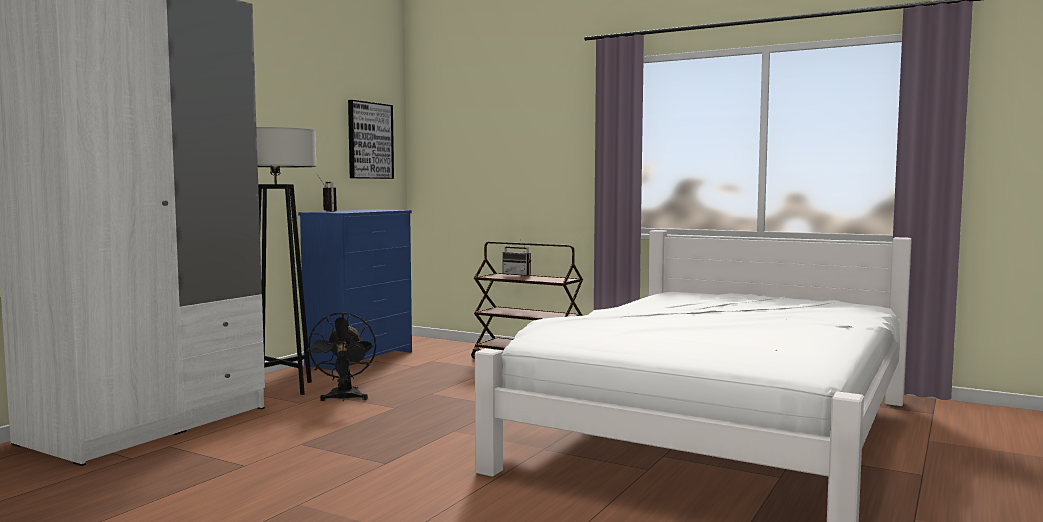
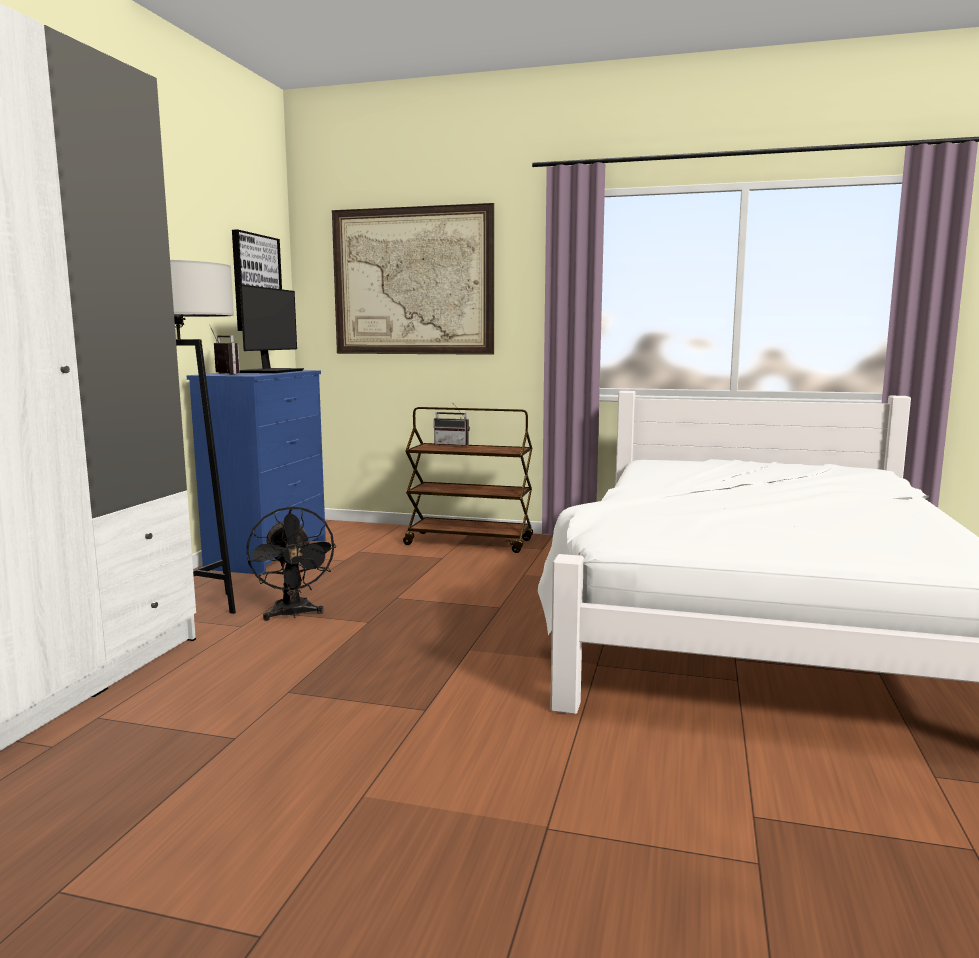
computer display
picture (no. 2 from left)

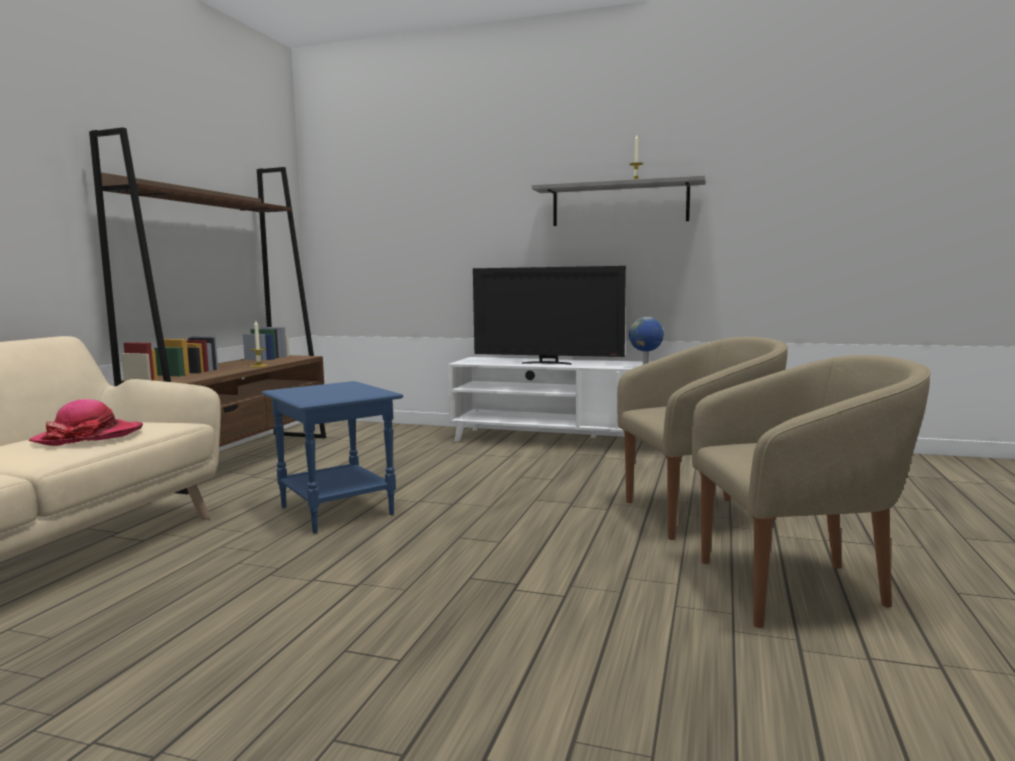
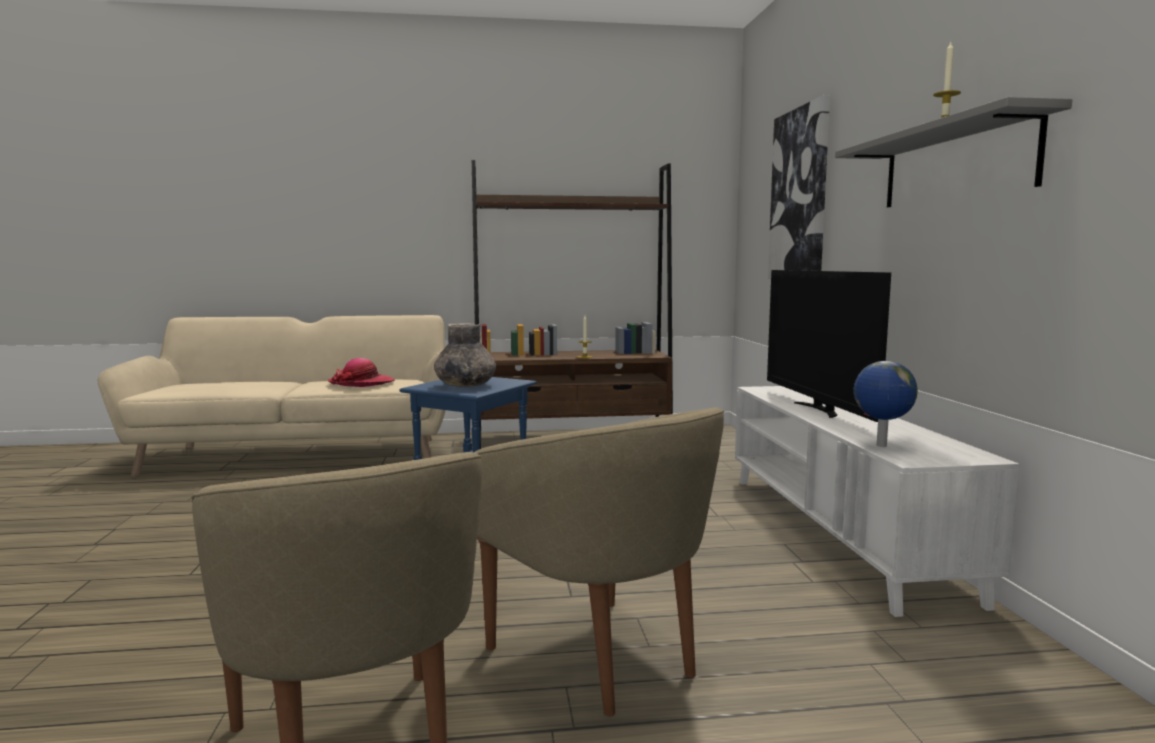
vase (grey)
picture

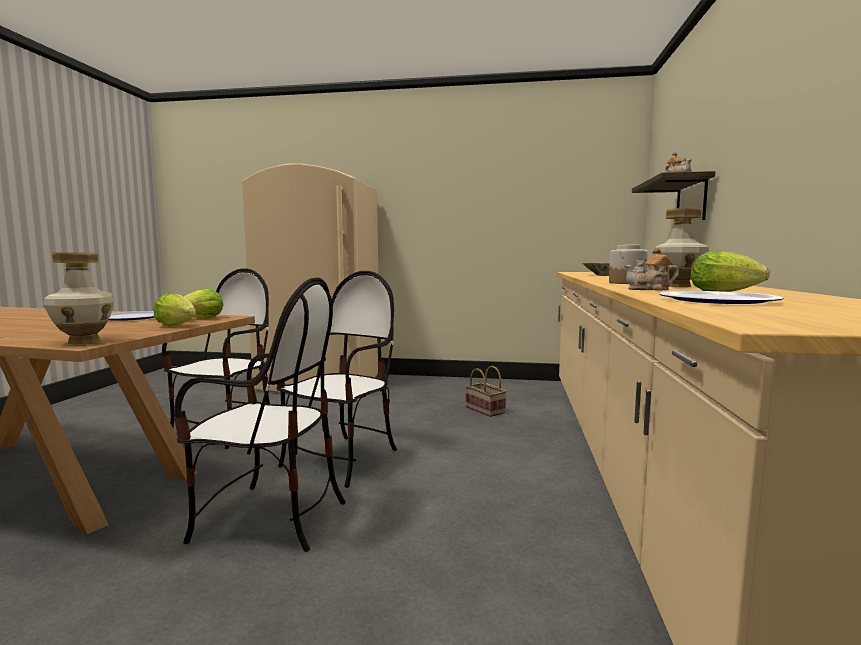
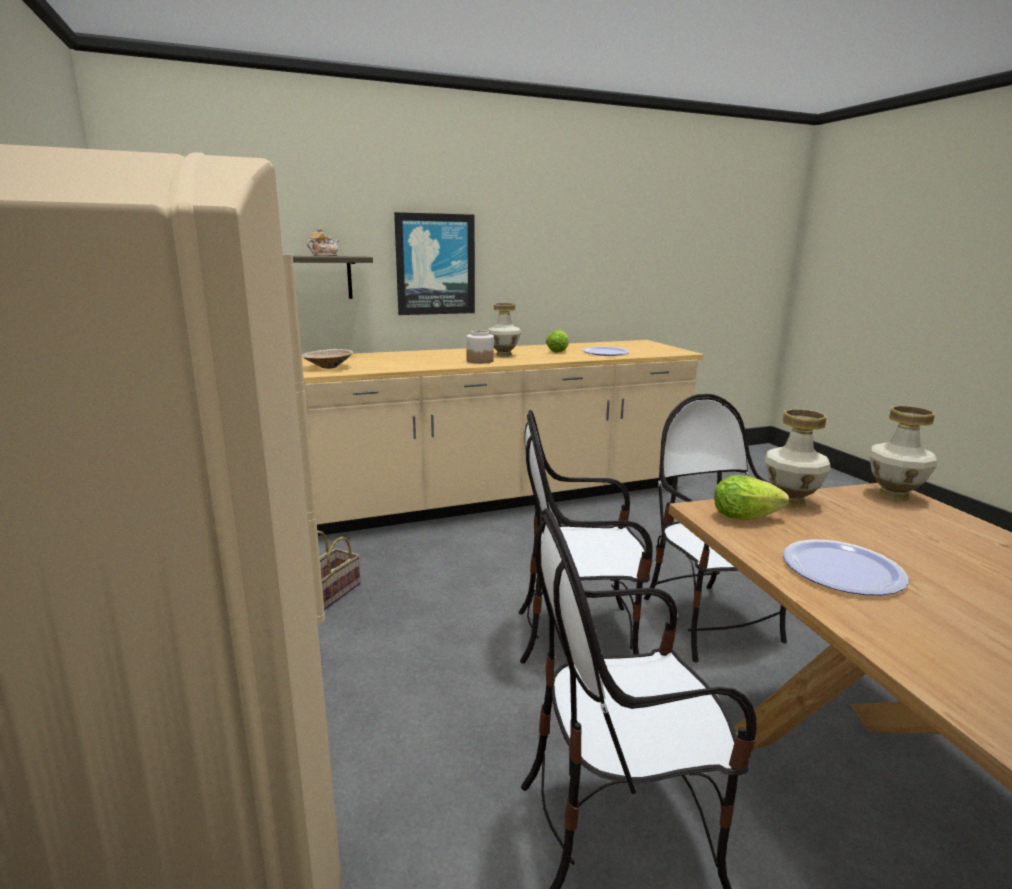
picture
vase (no. 2 from left)
tea pot (no. 1 from left in the first image)

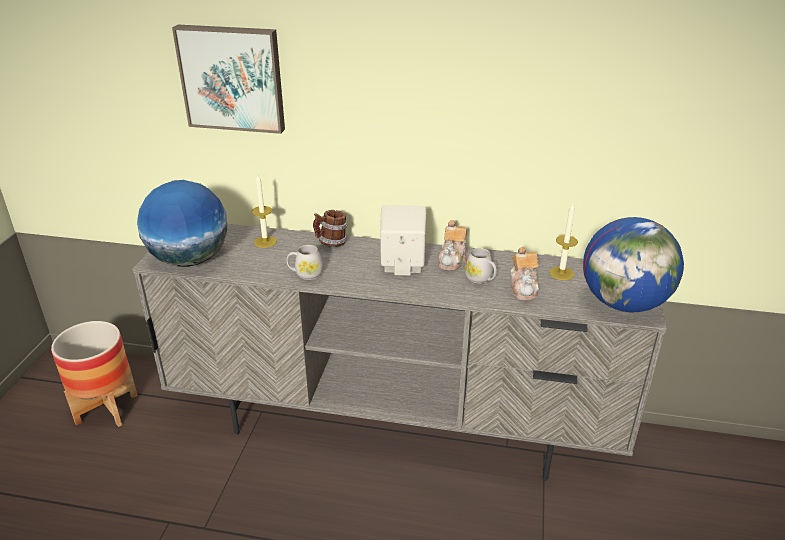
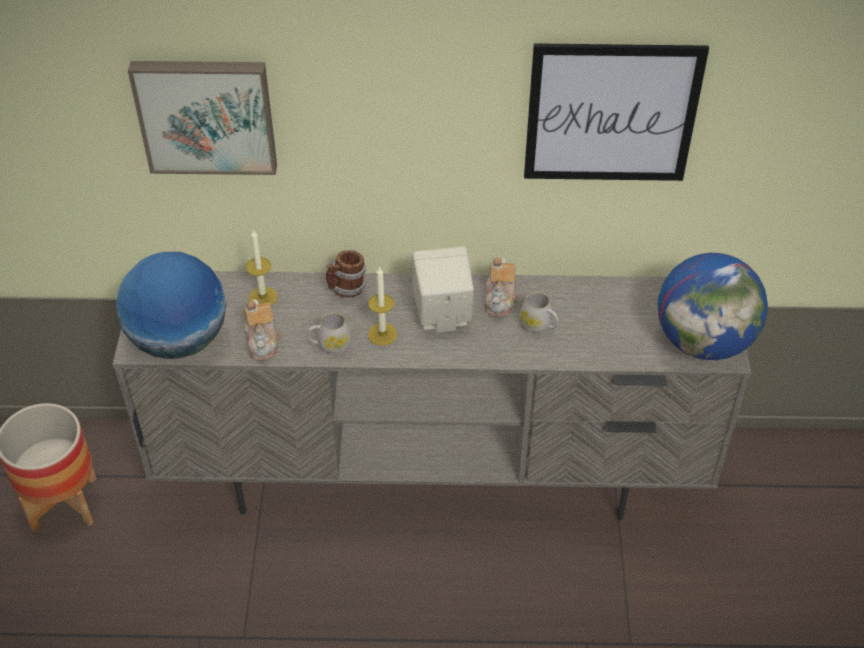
tea pot (no. 1 from left)
wax candle (no. 2 from left)
picture (no. 2 from left)

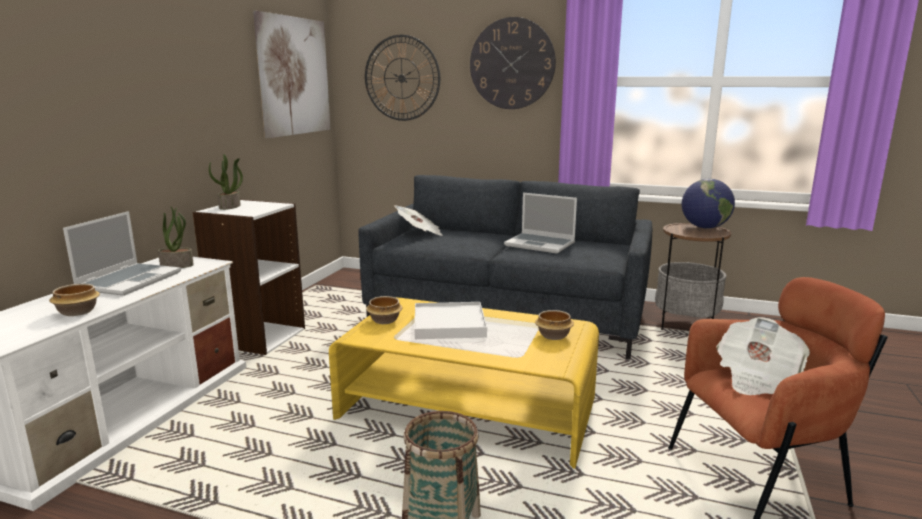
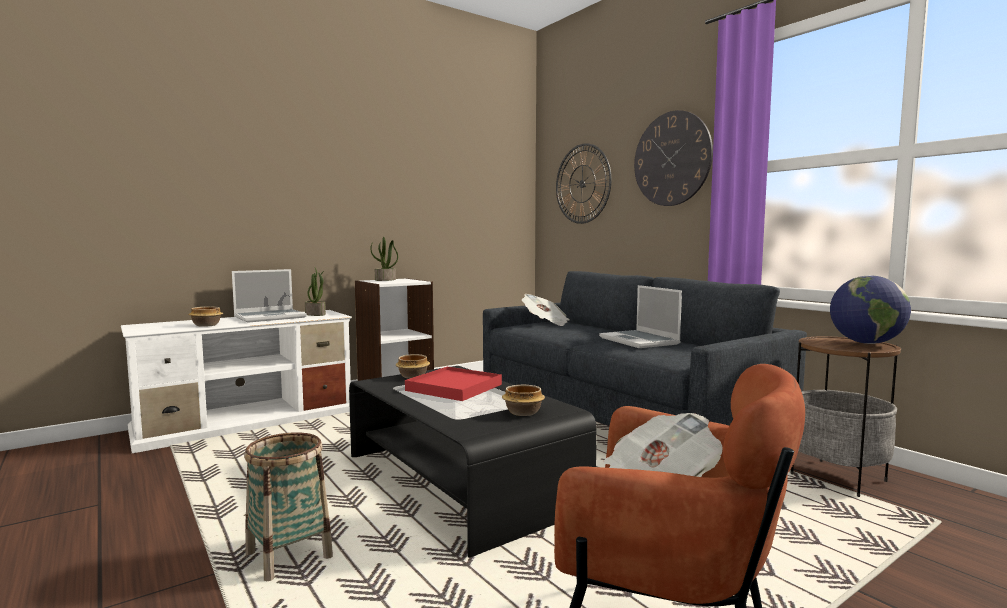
coffee table (blackish)
tray (red-coloured)
picture

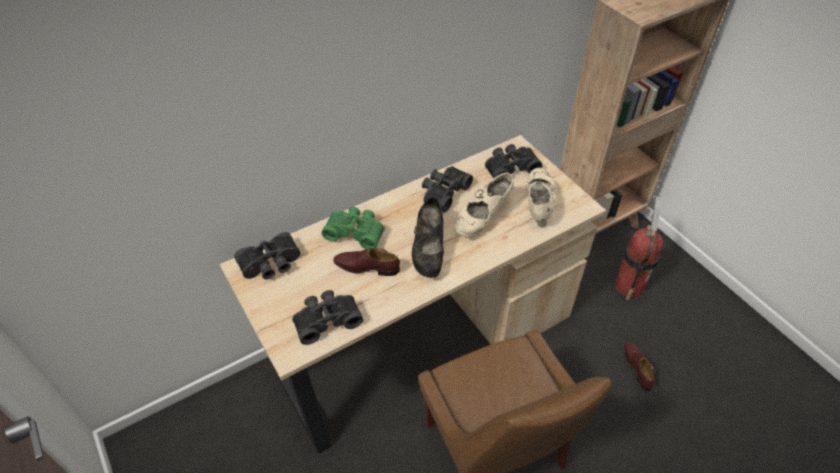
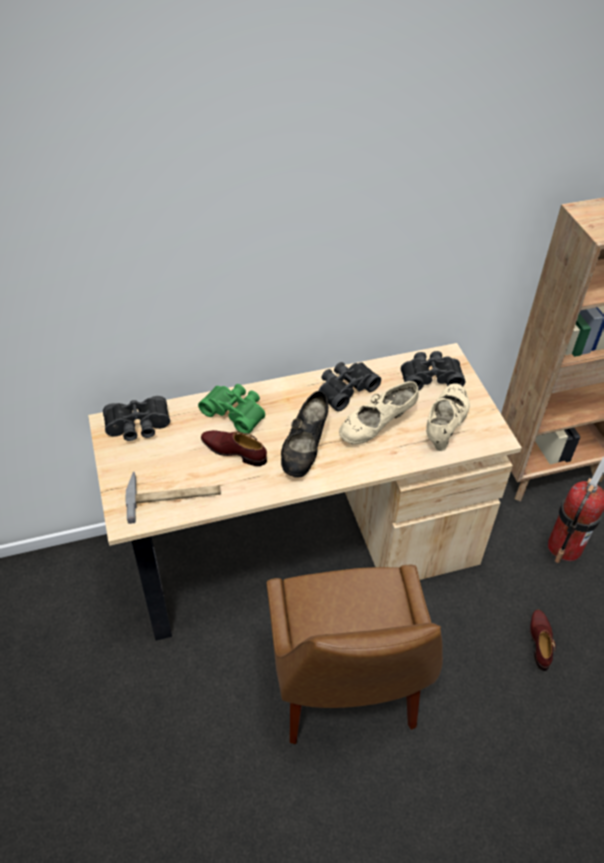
tool hammer

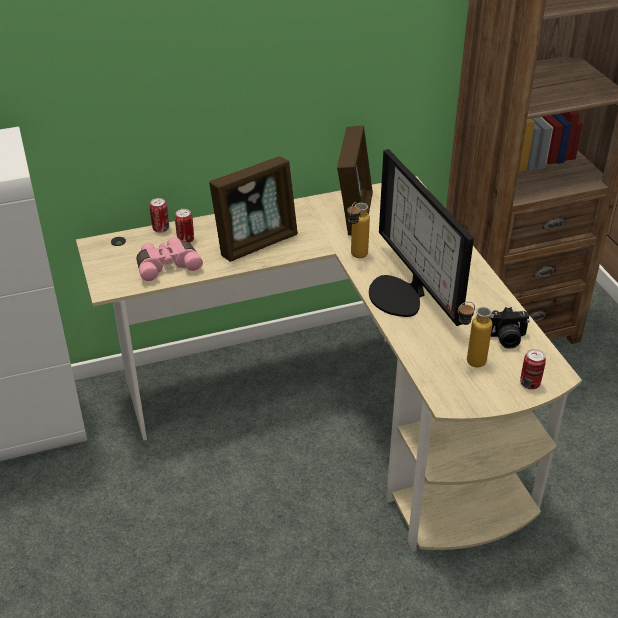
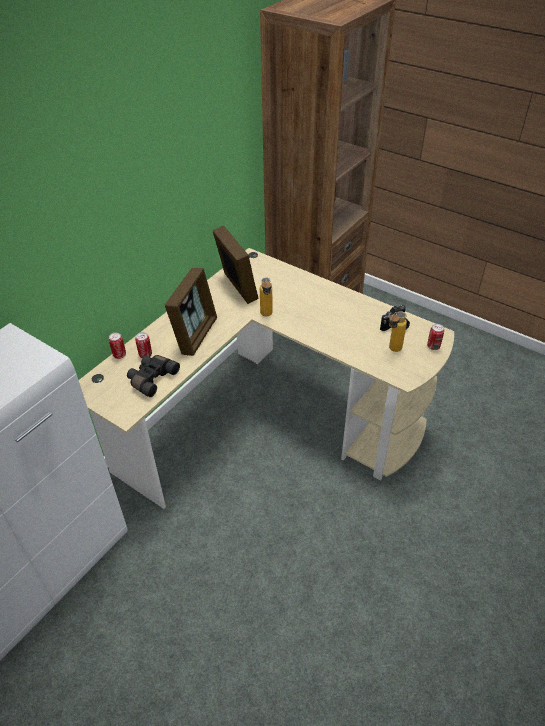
field glasses (blackish)
computer display

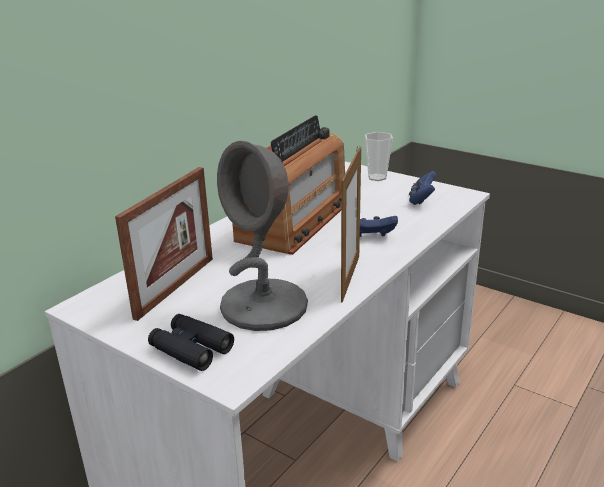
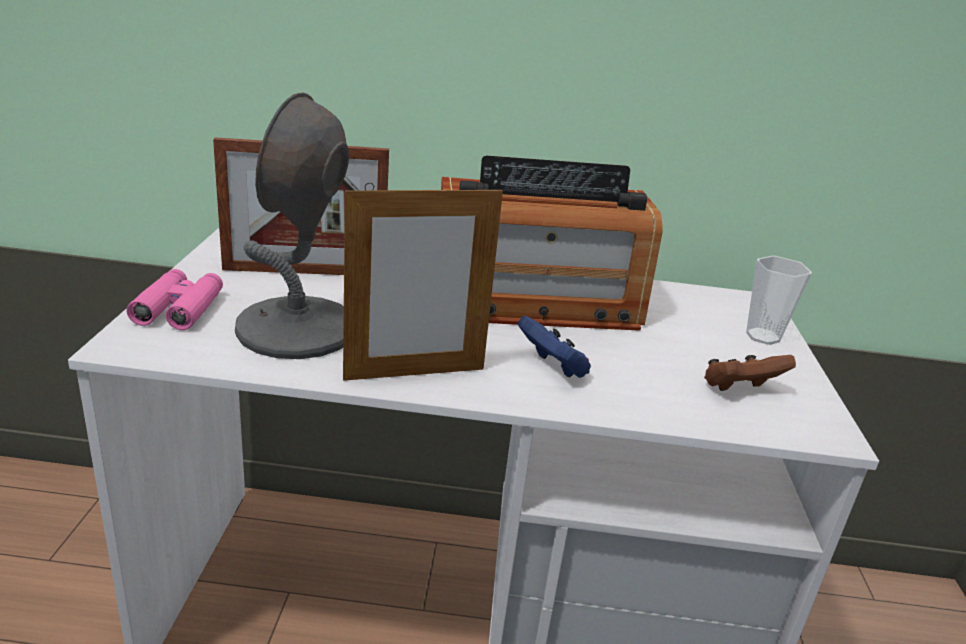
field glasses (pink-coloured)
gamepad (brown-coloured)

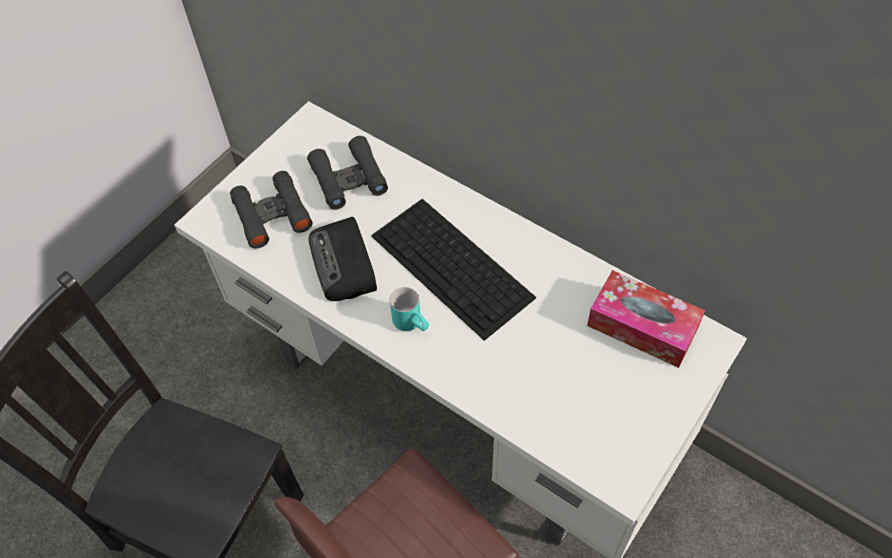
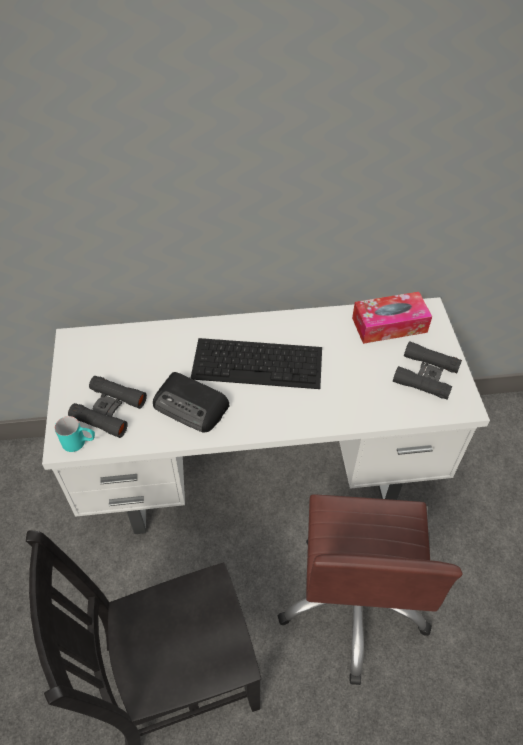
coffee mug (turquoise-coloured)
field glasses (blackish) (no. 2 from left)

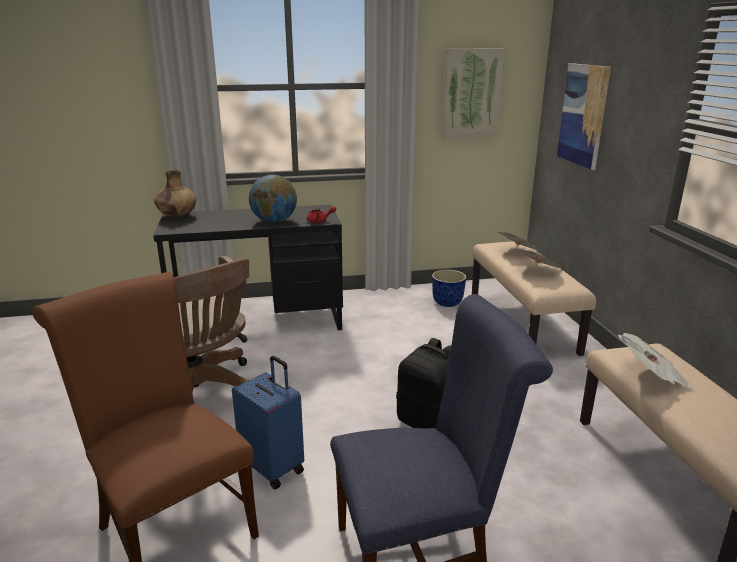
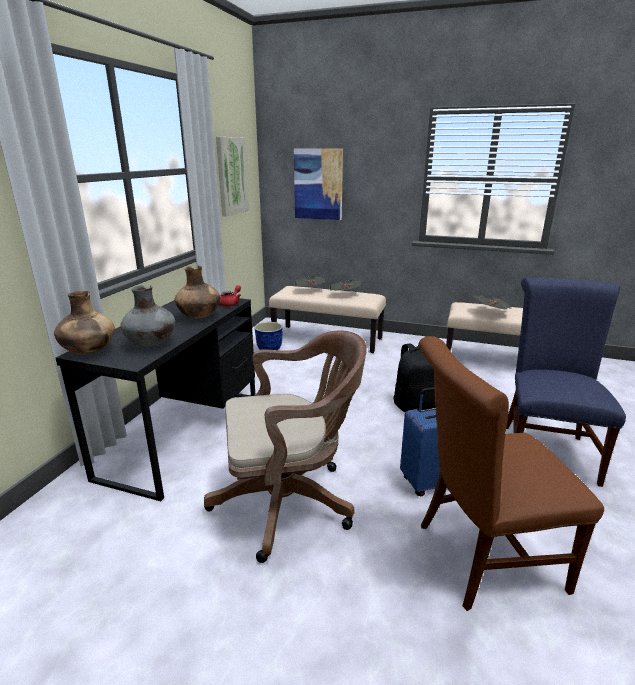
vase (grey)
vase (brown-coloured) (no. 2 from left)

